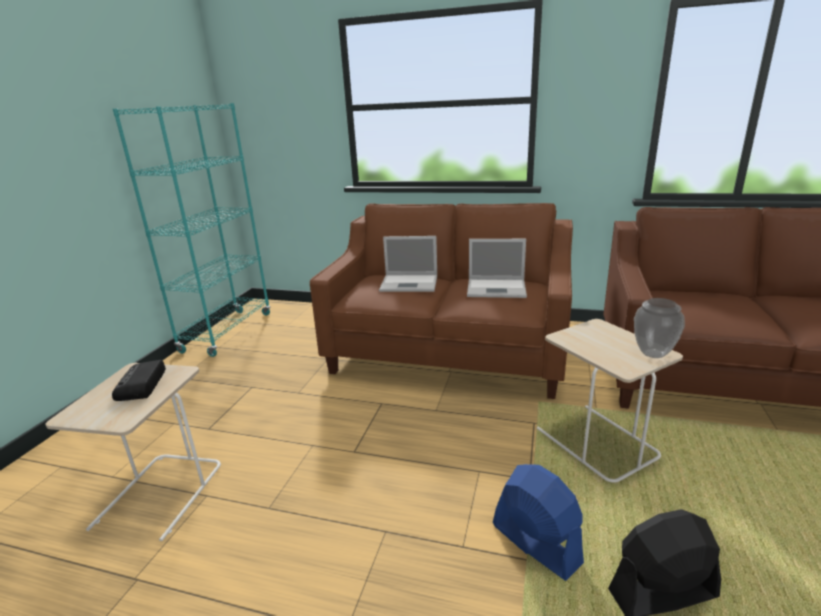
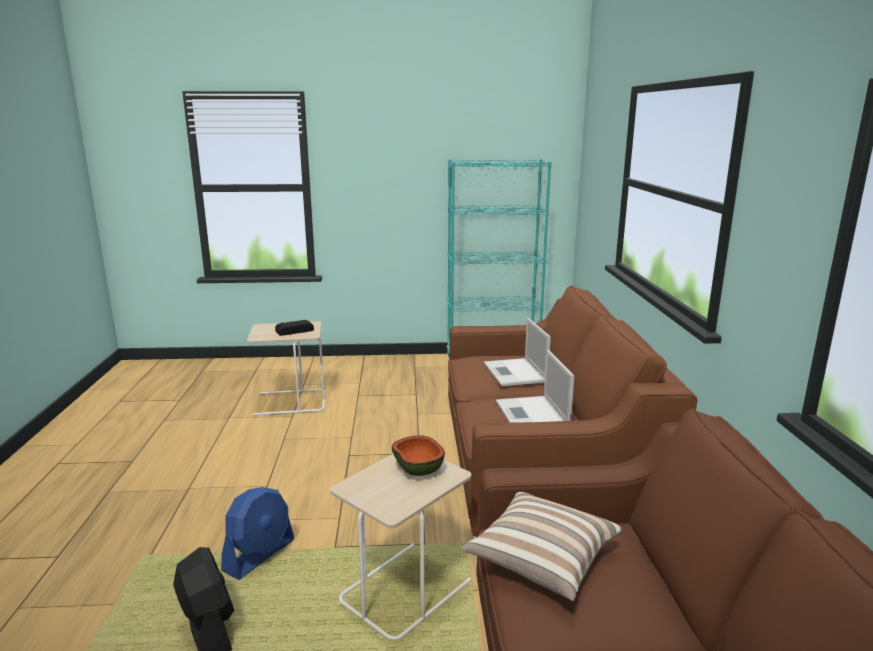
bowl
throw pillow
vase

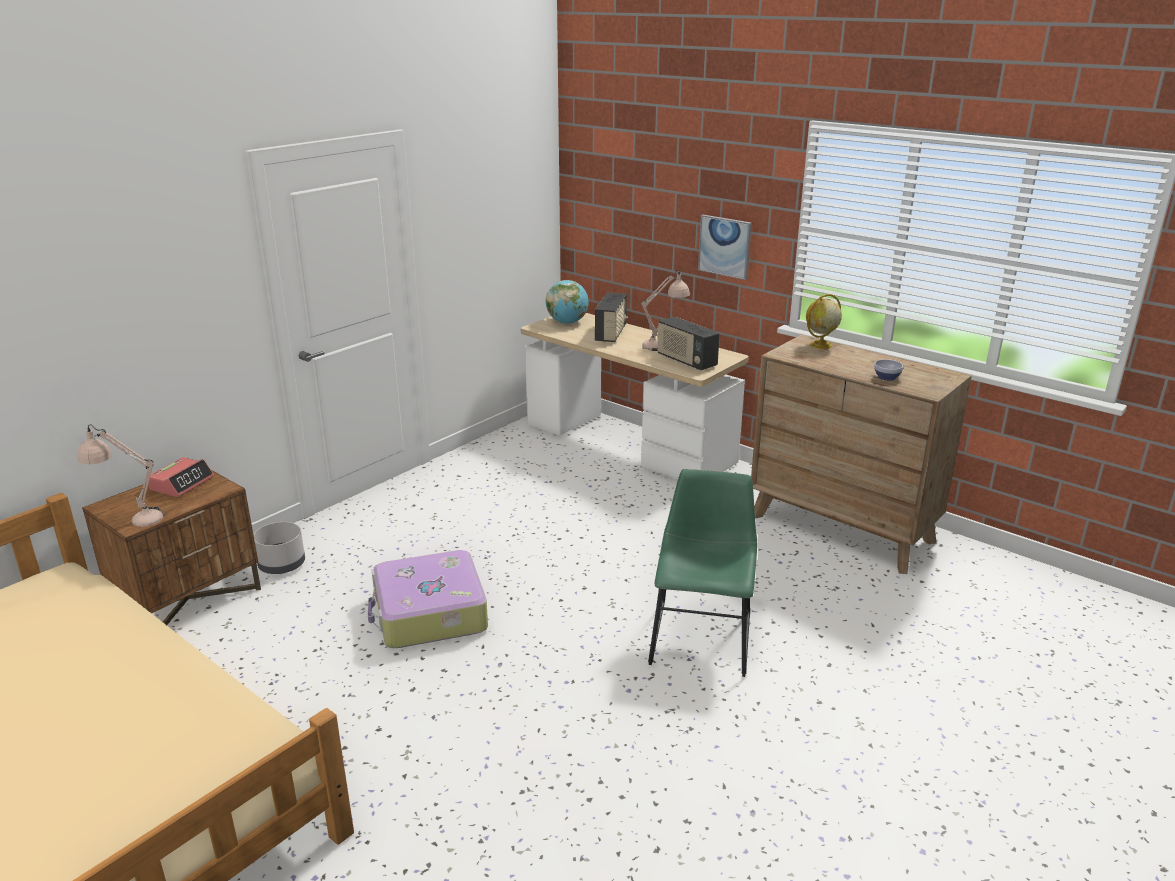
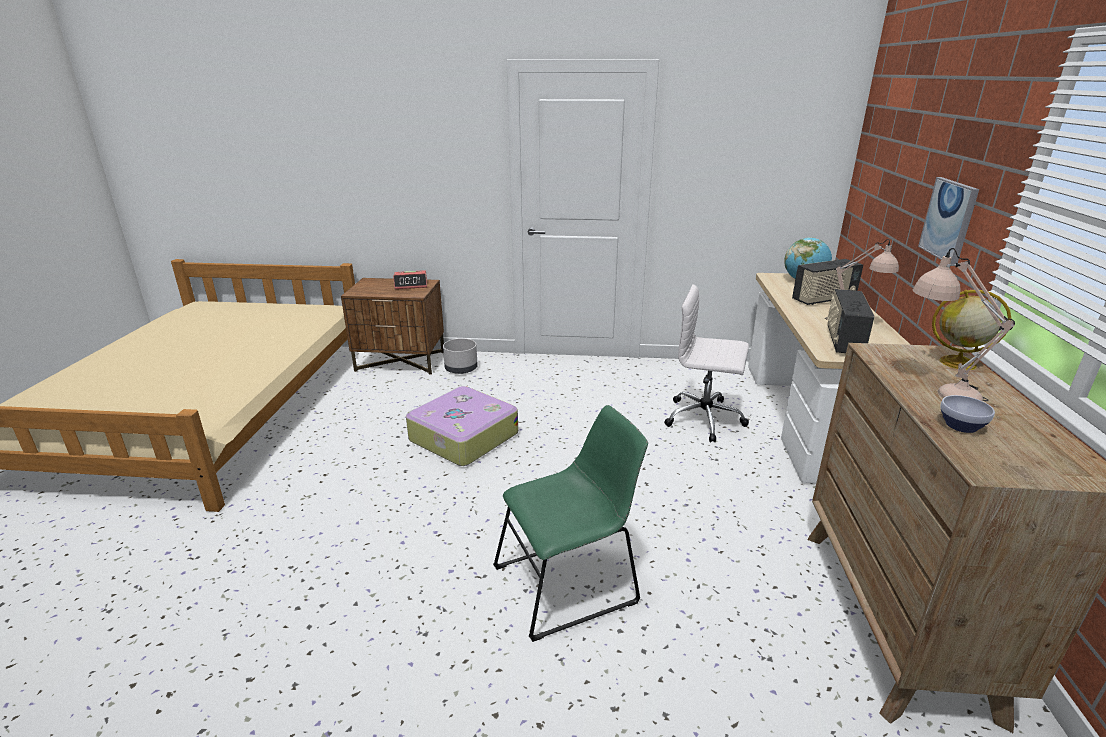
desk chair (whitish)
tabletop lamp (sand-coloured) (no. 2 from left)

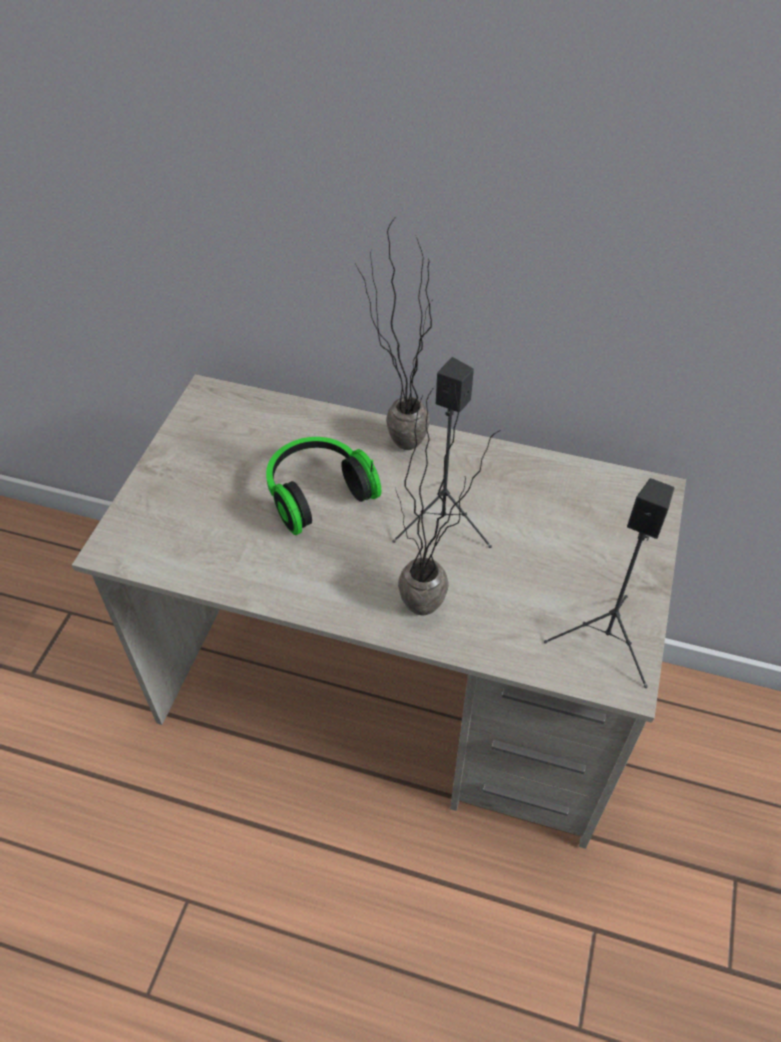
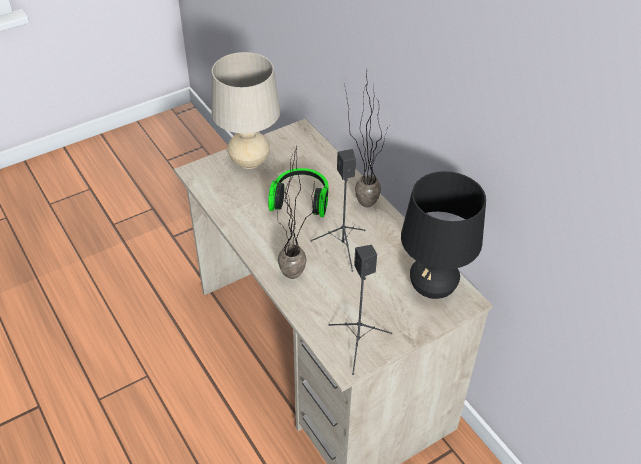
tabletop lamp (sand-coloured)
tabletop lamp (blackish)

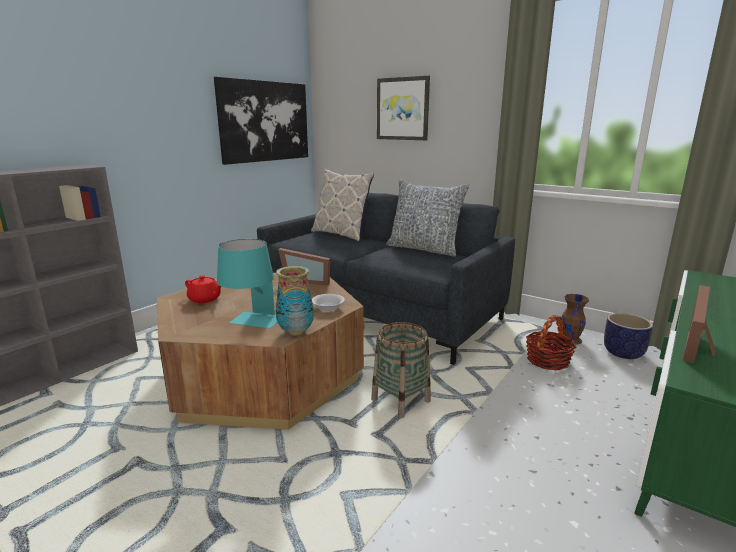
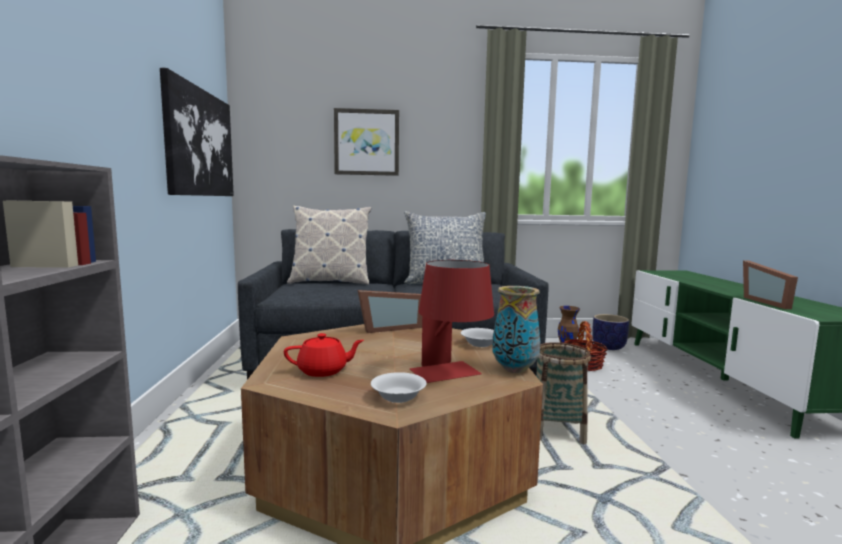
bowl (whitish) (no. 1 from left)
tabletop lamp (red-coloured)

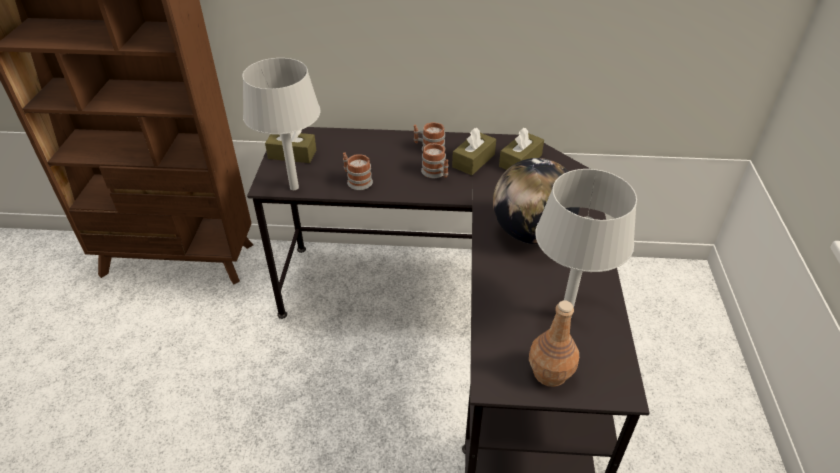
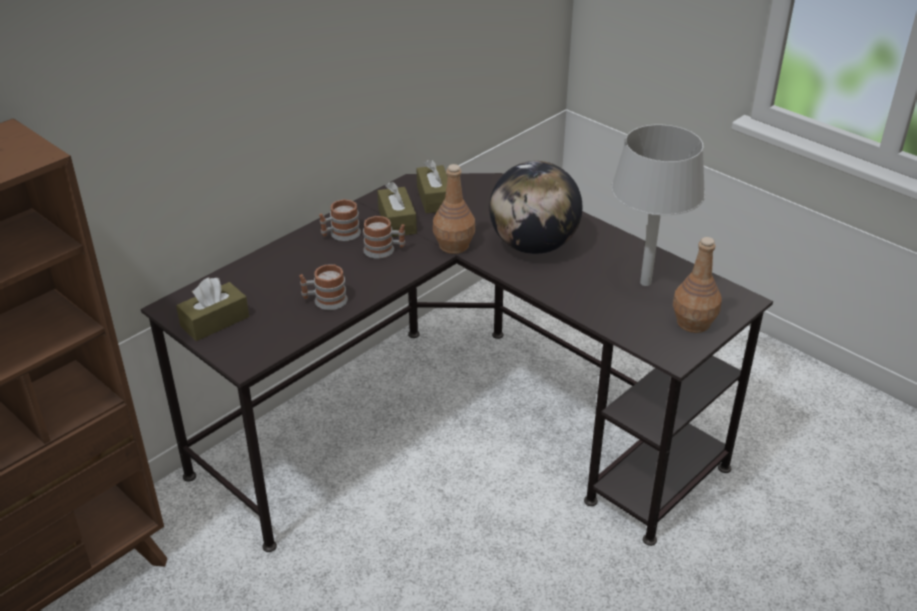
beverage bottle (brown-coloured) (no. 1 from left)
tabletop lamp (grey) (no. 1 from left in the first image)

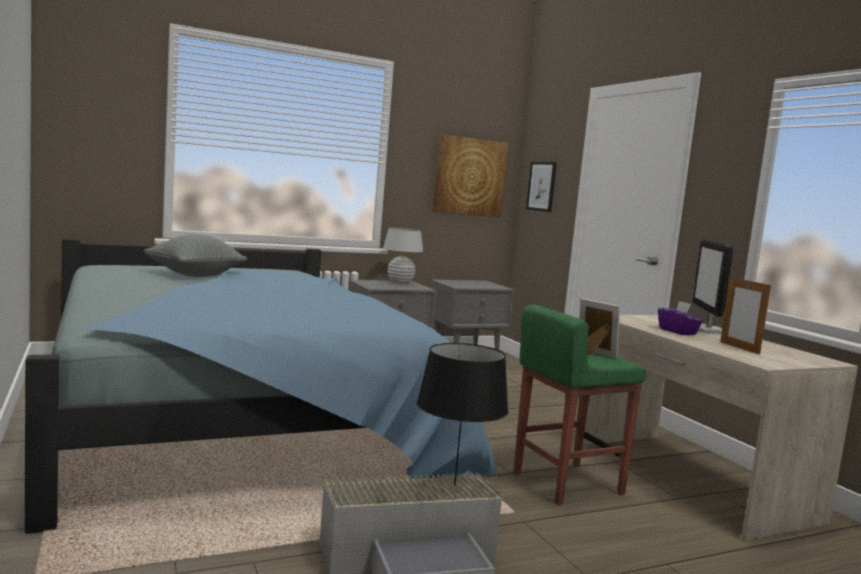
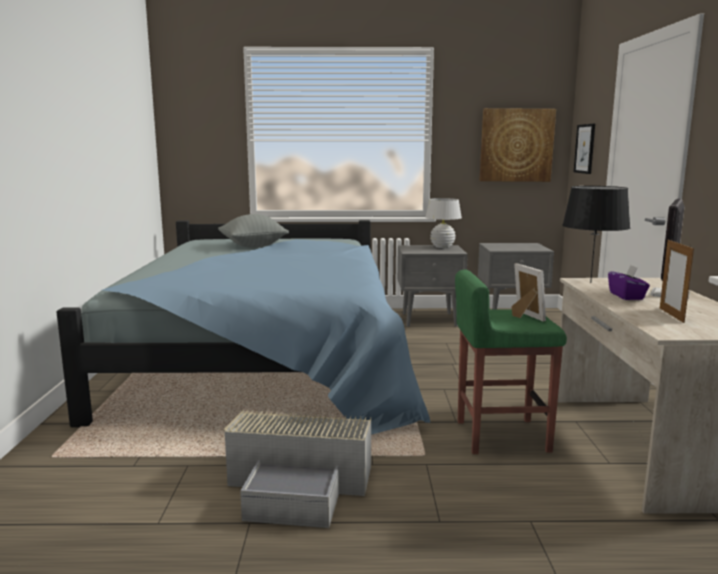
tabletop lamp (blackish)

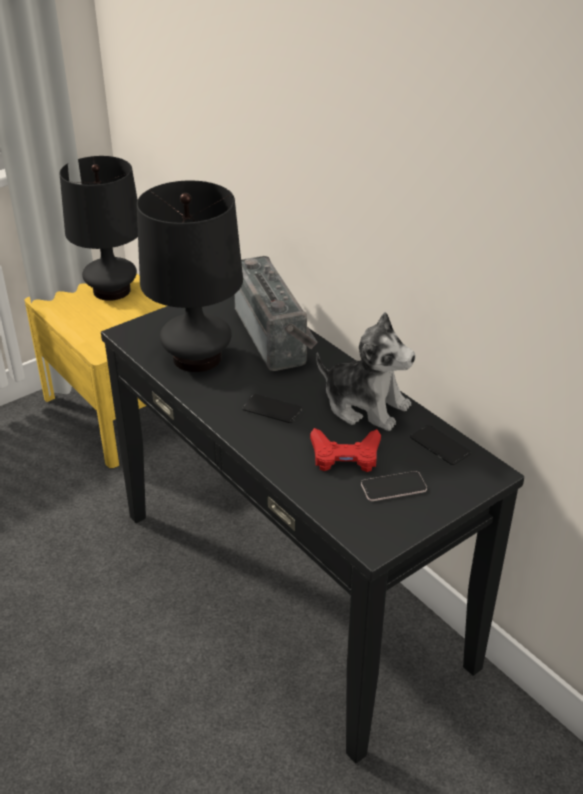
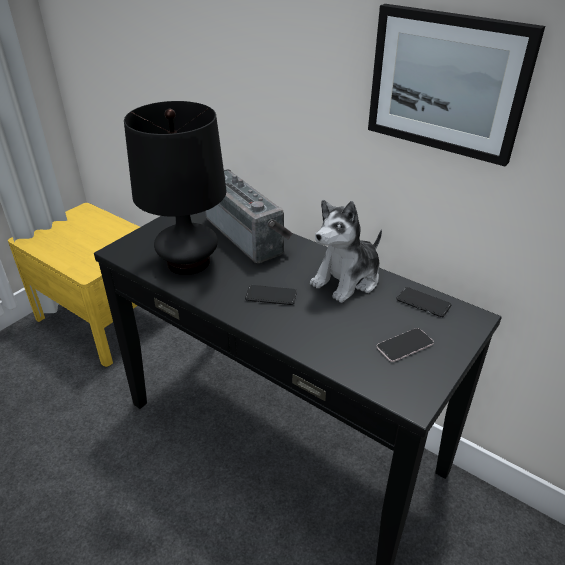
plush toy
picture
tabletop lamp (blackish) (no. 1 from left in the first image)
gamepad (red-coloured)

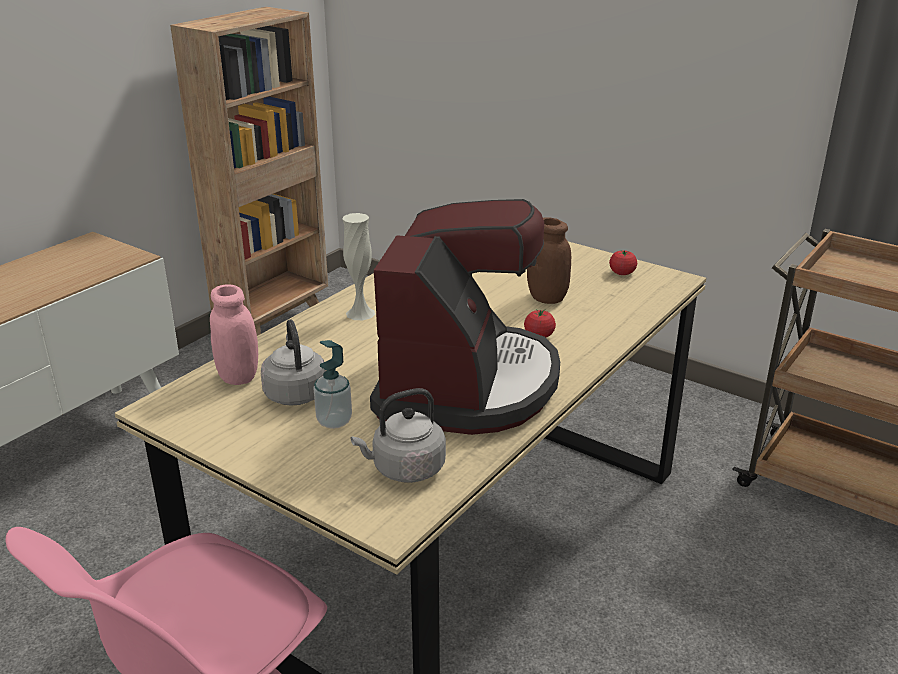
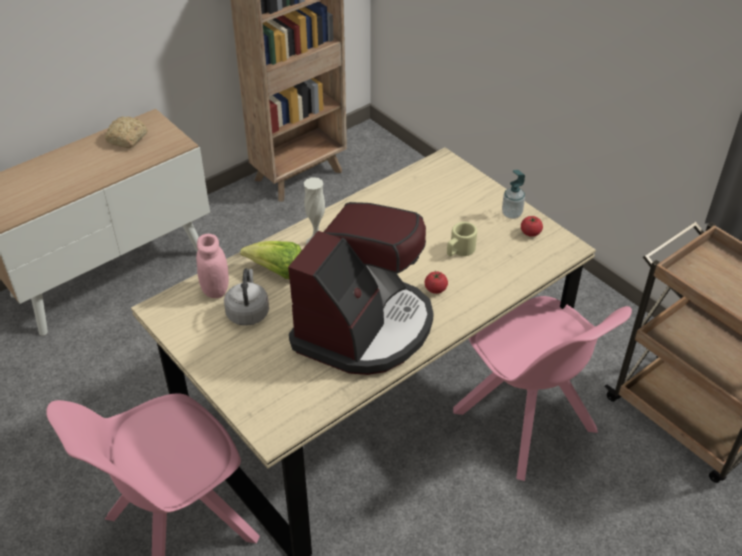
bakery bread
lettuce head
coffee mug (sand-coloured)
plain chair (pink-coloured) (no. 2 from left)
soap dispenser
kettle (grey) (no. 2 from left in the first image)

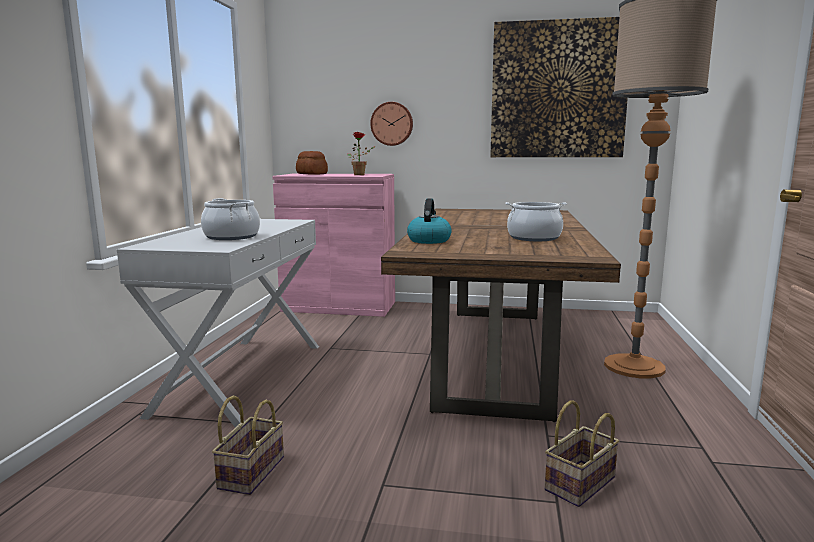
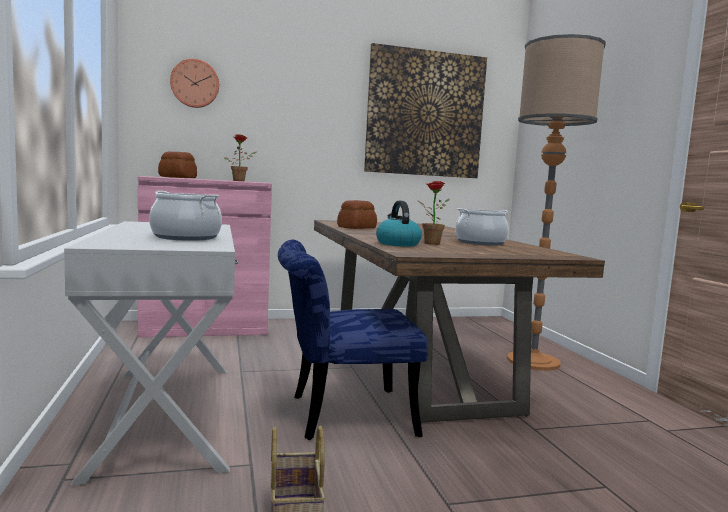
clock on the wall
plain chair (bluish)
bakery bread (no. 2 from left)
plant in a pot (no. 2 from left)
basket (no. 2 from left in the first image)

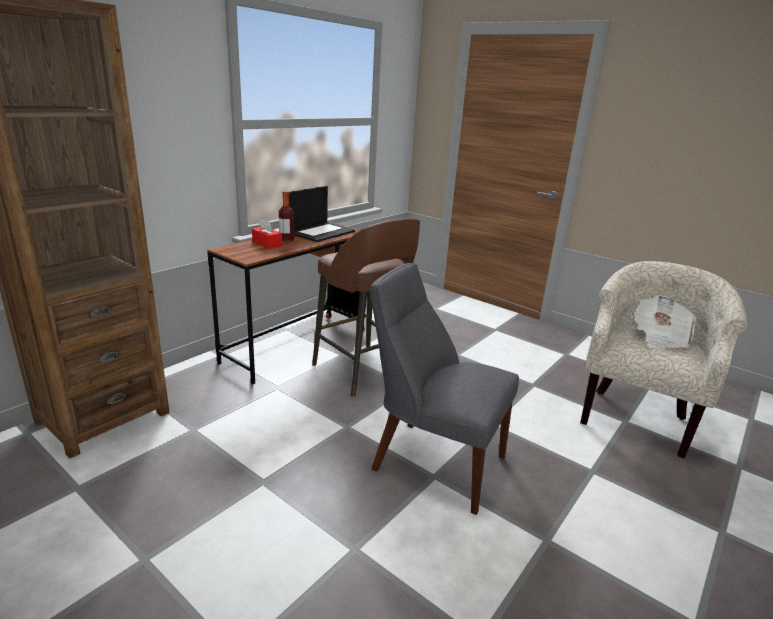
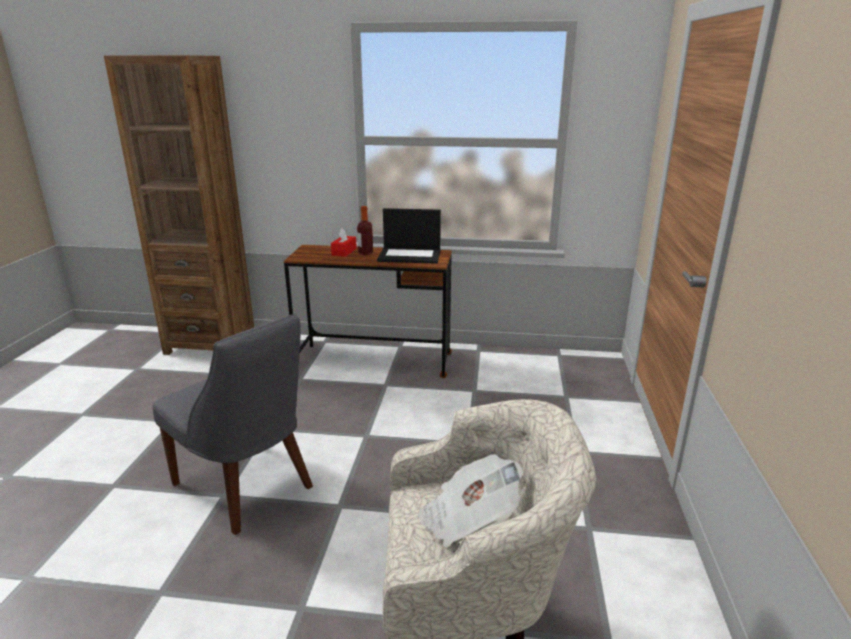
plain chair (grey)
stool (brown-coloured)

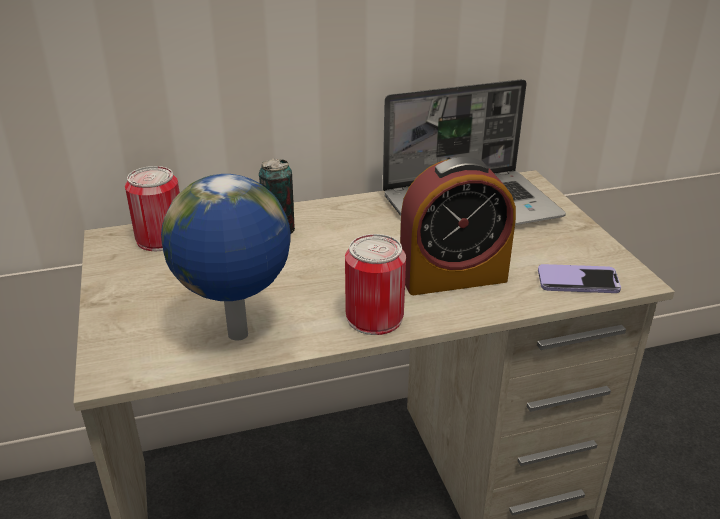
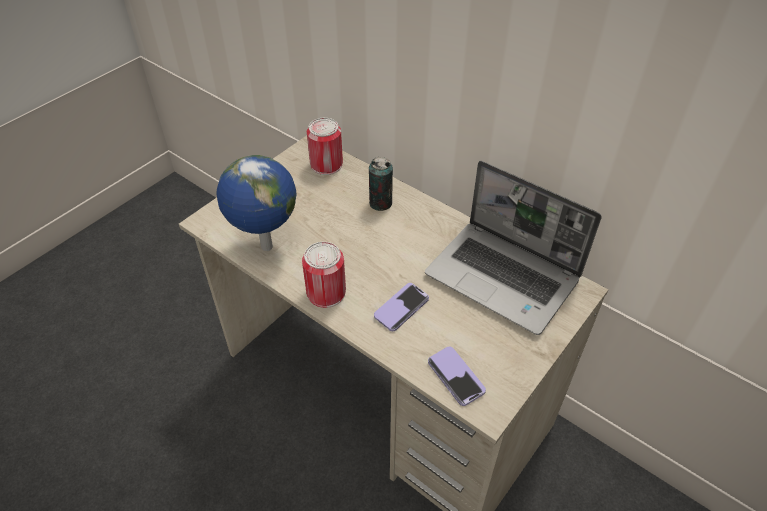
phone (no. 1 from left)

